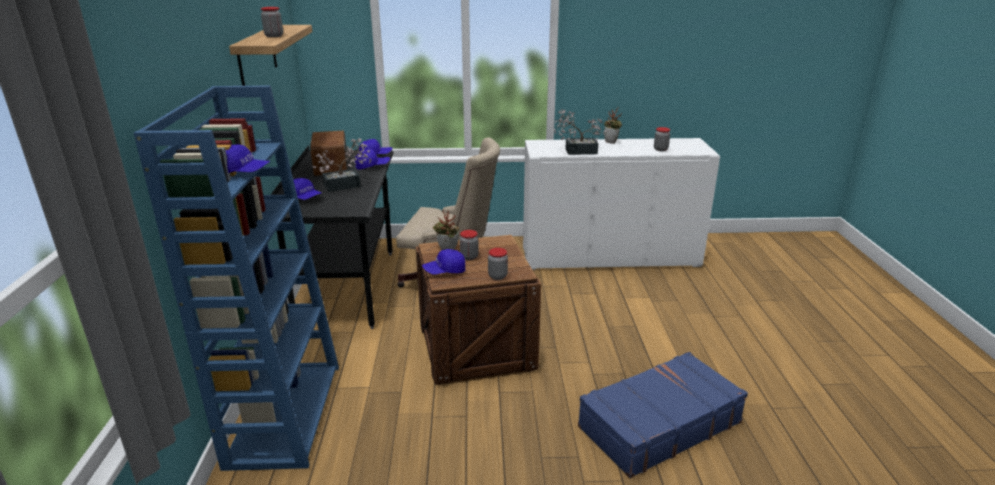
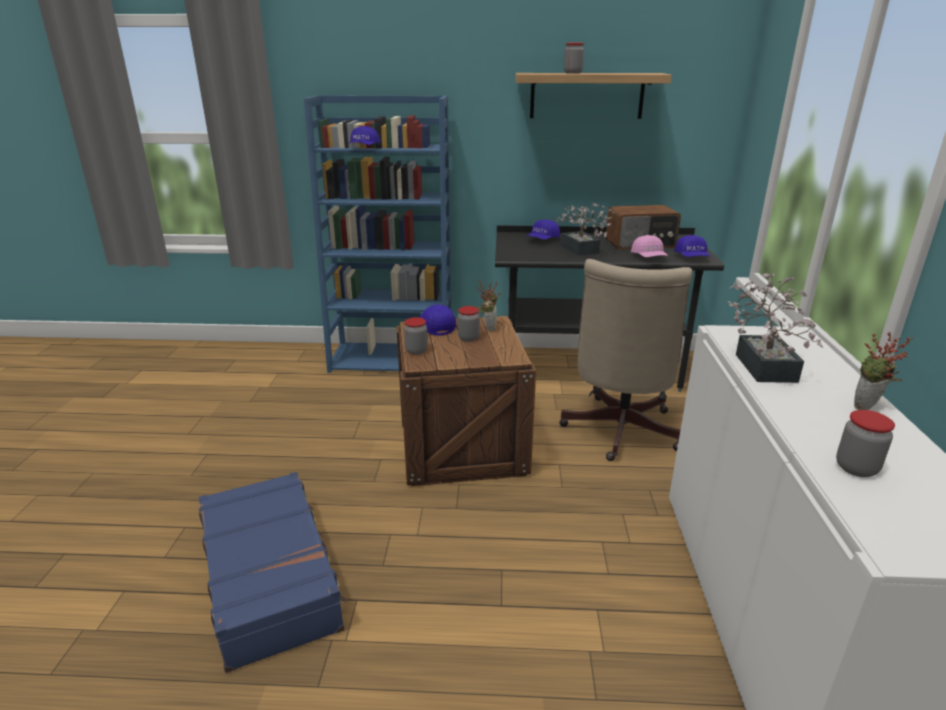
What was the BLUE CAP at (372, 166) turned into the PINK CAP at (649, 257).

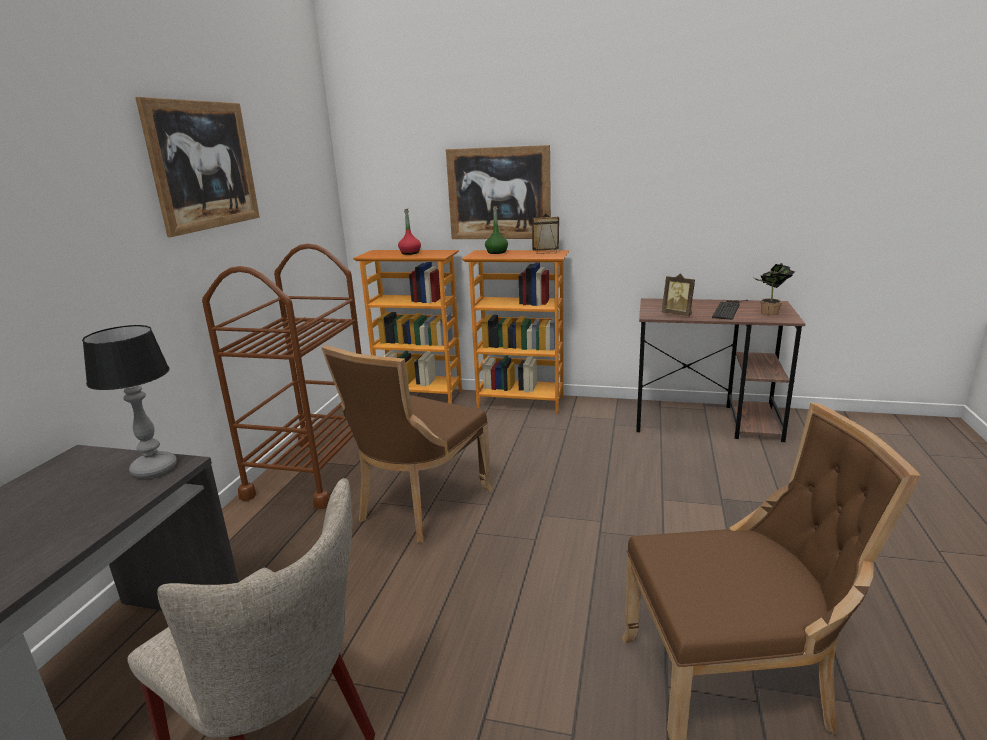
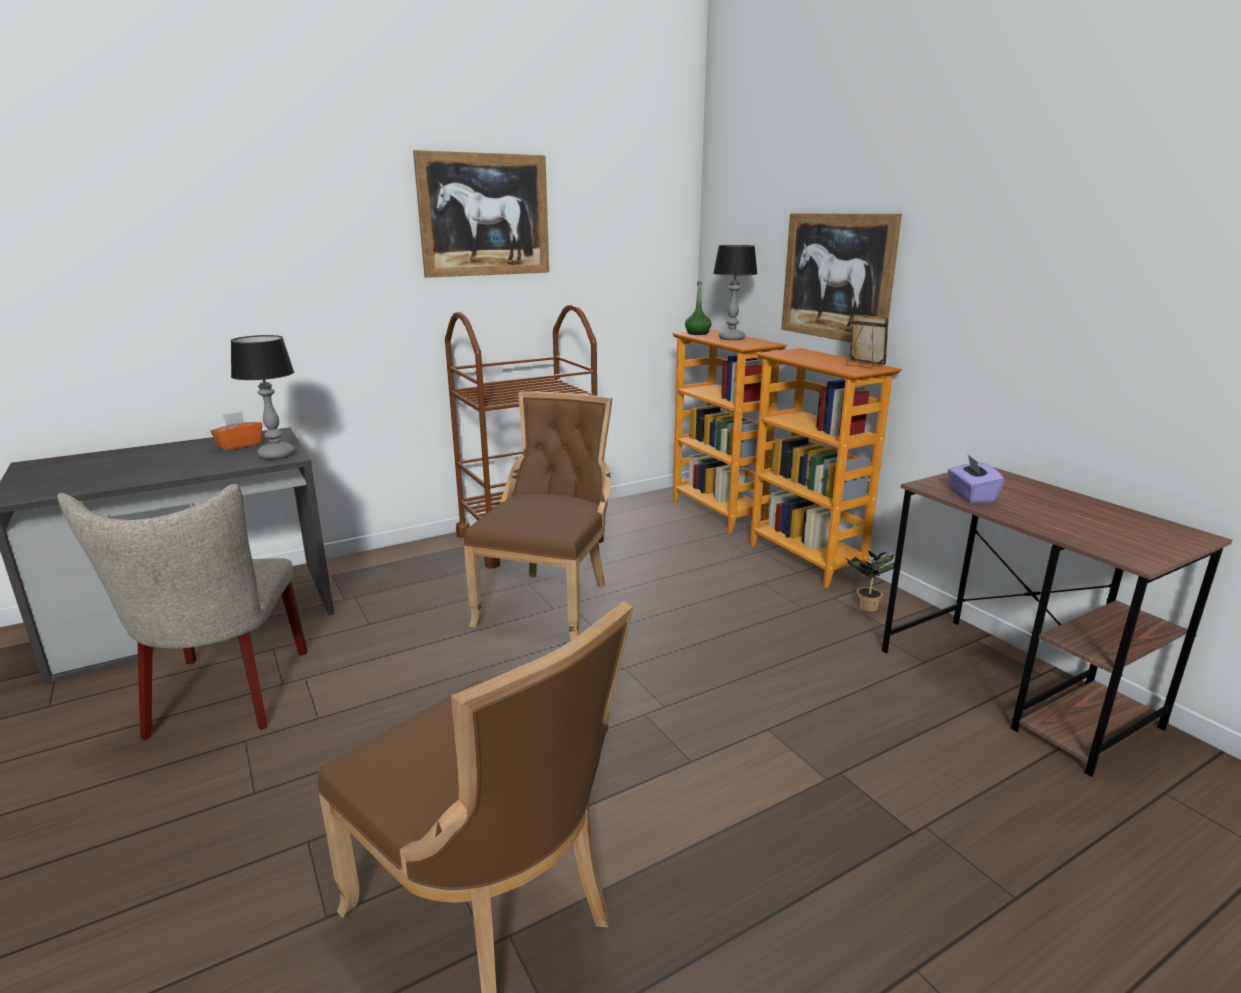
The GREEN DRINK BOTTLE ended up elsewhere, having gone from (496, 252) to (697, 333).
Where the RED DRINK BOTTLE stood at (410, 253), the LAMP FOR A TABLE came to stand at (731, 338).
The PLANT IN A POT ended up elsewhere, having gone from (770, 313) to (865, 607).
Where the PHOTO FRAME stood at (678, 314), the PURPLE TISSUE HOLDER came to stand at (971, 496).
The second view lost the KEYBOARD at (728, 309).
The BROWN PLAIN CHAIR at (419, 506) ended up facing another way, 120 degrees clockwise from before.
The second view gained the ORANGE-COLOURED TISSUE HOLDER at (239, 445).

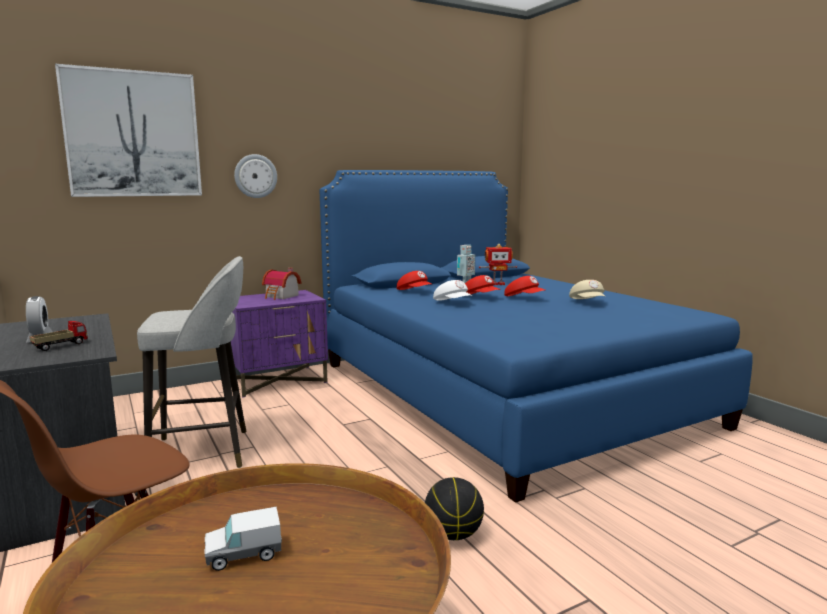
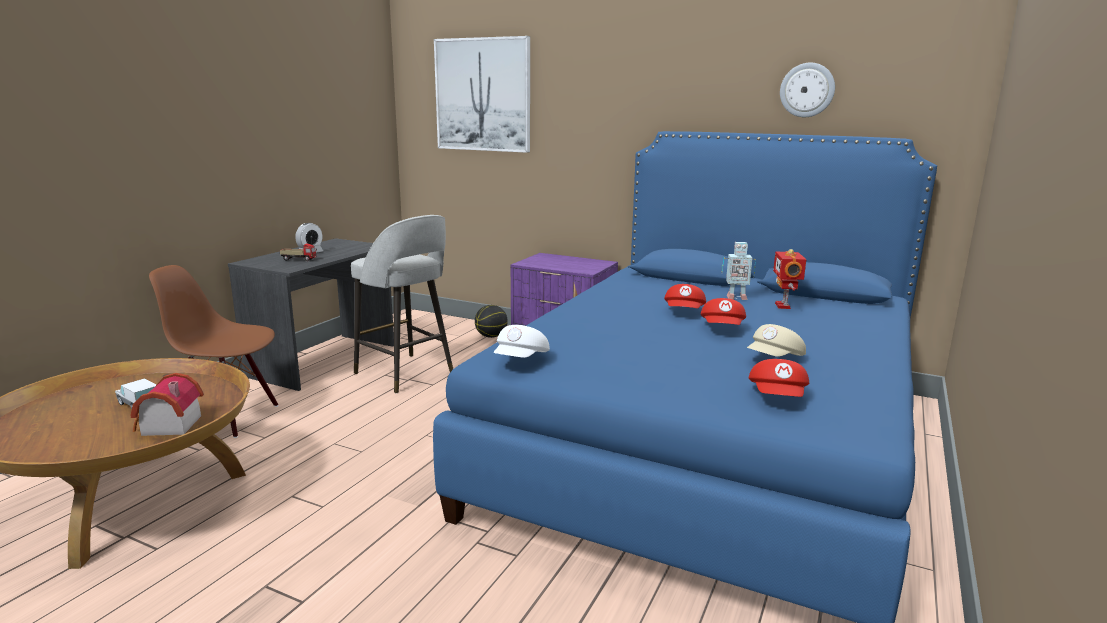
The WALL CLOCK ended up elsewhere, having gone from (255, 176) to (807, 90).
The TOY ROBOT at (497, 284) ended up facing another way, 45 degrees clockwise from before.
The MINIATURE HOUSE ended up elsewhere, having gone from (281, 296) to (167, 426).
The RED CAP ended up elsewhere, having gone from (414, 291) to (778, 397).
The WHITISH CAP ended up elsewhere, having gone from (453, 303) to (521, 360).
The BASKETBALL BALL ended up elsewhere, having gone from (453, 534) to (491, 336).

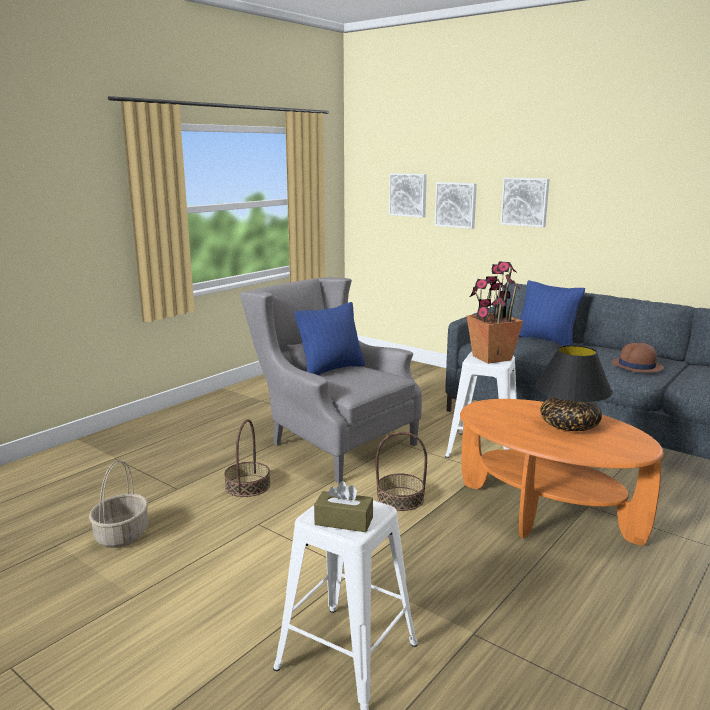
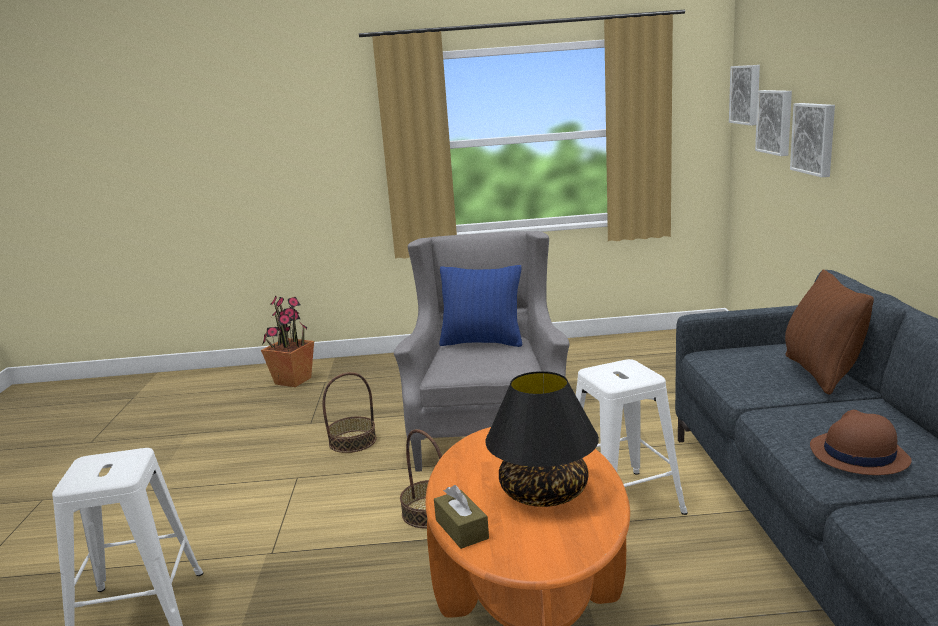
The WALL ART ended up elsewhere, having gone from (525, 202) to (747, 94).
The PLANT IN A POT ended up elsewhere, having gone from (491, 358) to (293, 380).
What was the BLUE PILLOW at (546, 340) turned into the BROWN PILLOW at (820, 373).
The second view lost the STORAGE BASKET at (122, 535).
The BROWN TISSUE HOLDER ended up elsewhere, having gone from (343, 521) to (461, 529).

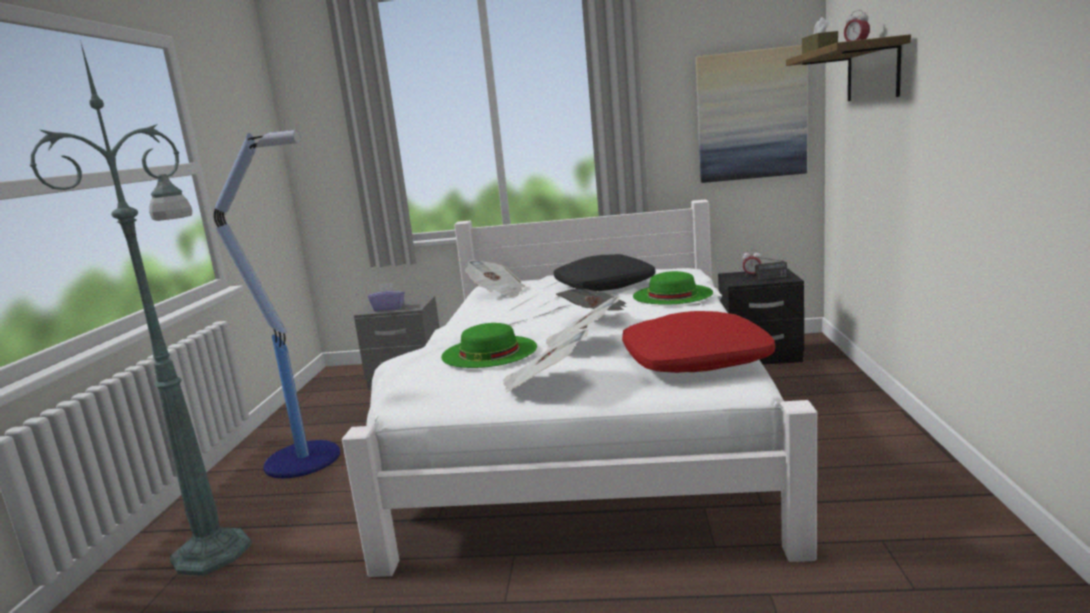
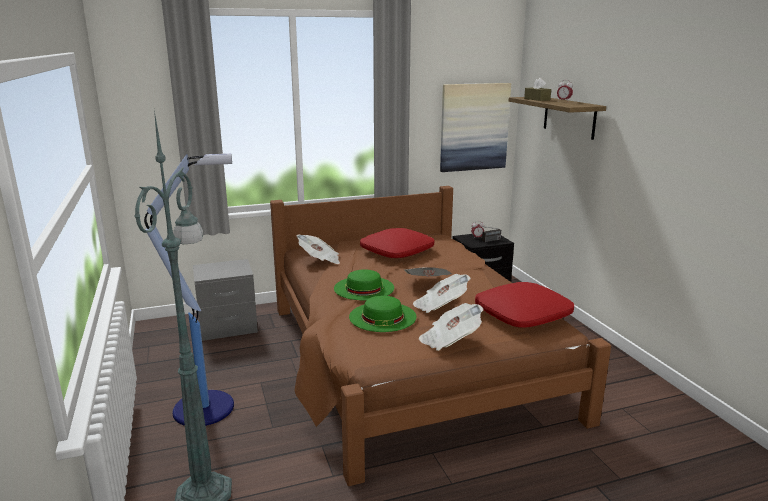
What was the WHITISH SLEEPING BED at (586, 432) turned into the BROWN SLEEPING BED at (409, 360).
What was the BLACK PILLOW at (604, 285) turned into the RED PILLOW at (396, 251).
The GREEN WEARABLE HAT ended up elsewhere, having gone from (672, 294) to (364, 288).
The second view lost the PURPLE TISSUE HOLDER at (388, 308).

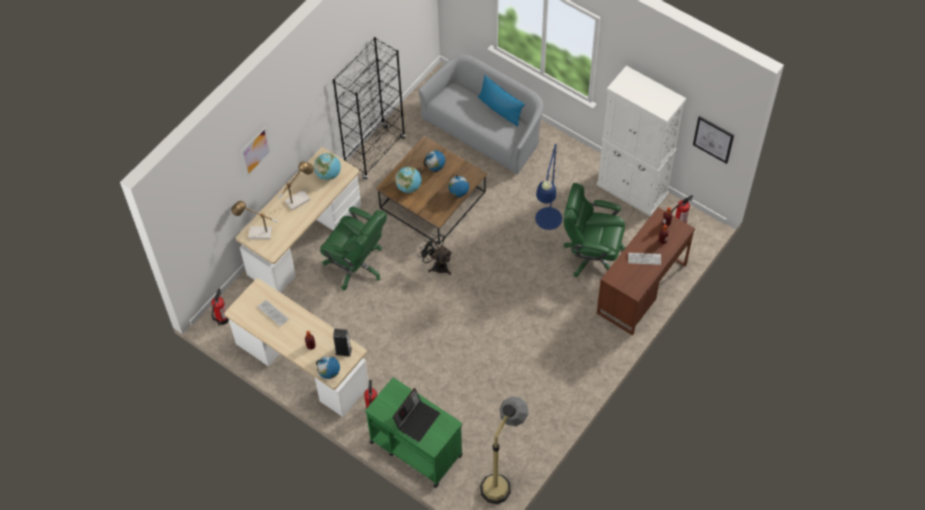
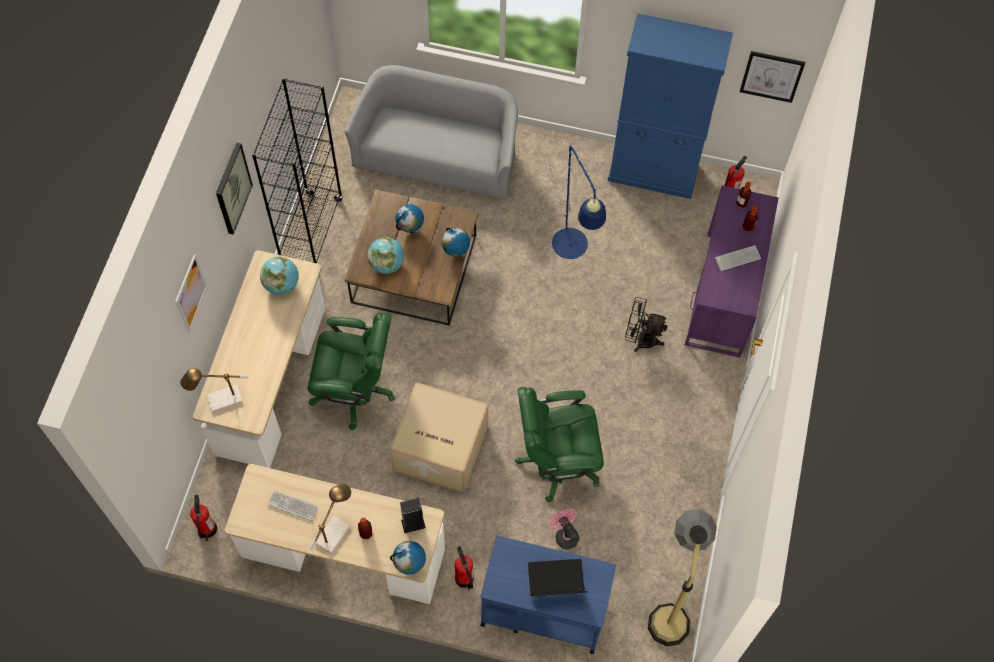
What was the WHITISH STORAGE CABINET at (632, 190) turned into the BLUE STORAGE CABINET at (653, 172).
The second view lost the BLUE PILLOW at (500, 109).
The LAMP FOR A TABLE ended up elsewhere, having gone from (300, 198) to (335, 530).
The GREEN OFFICE CHAIR ended up elsewhere, having gone from (591, 255) to (557, 461).
What was the BROWN DESK at (641, 289) turned into the PURPLE DESK at (723, 294).
The BLACK FAN ended up elsewhere, having gone from (437, 265) to (641, 339).
What was the GREEN CART at (415, 448) turned into the BLUE CART at (542, 610).
The NOTEBOOK COMPUTER at (417, 419) ended up facing another way, 105 degrees counterclockwise from before.
The second view gained the WALL ART at (232, 188).
The second view gained the CARTON at (439, 449).
The second view gained the PINK FAN at (564, 534).

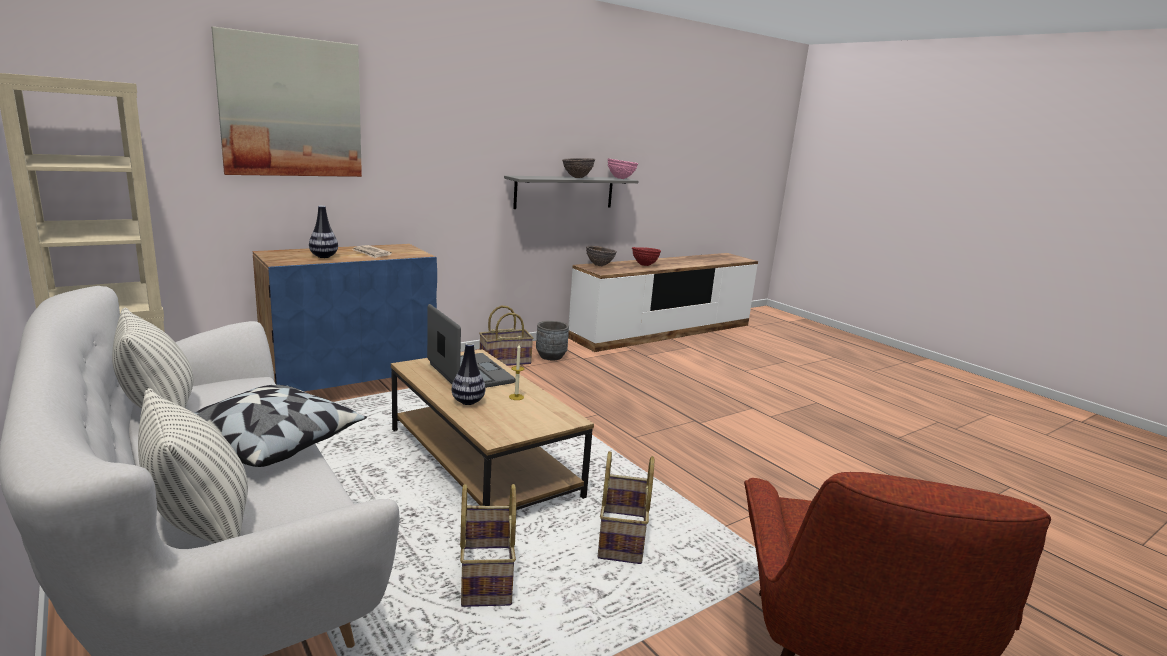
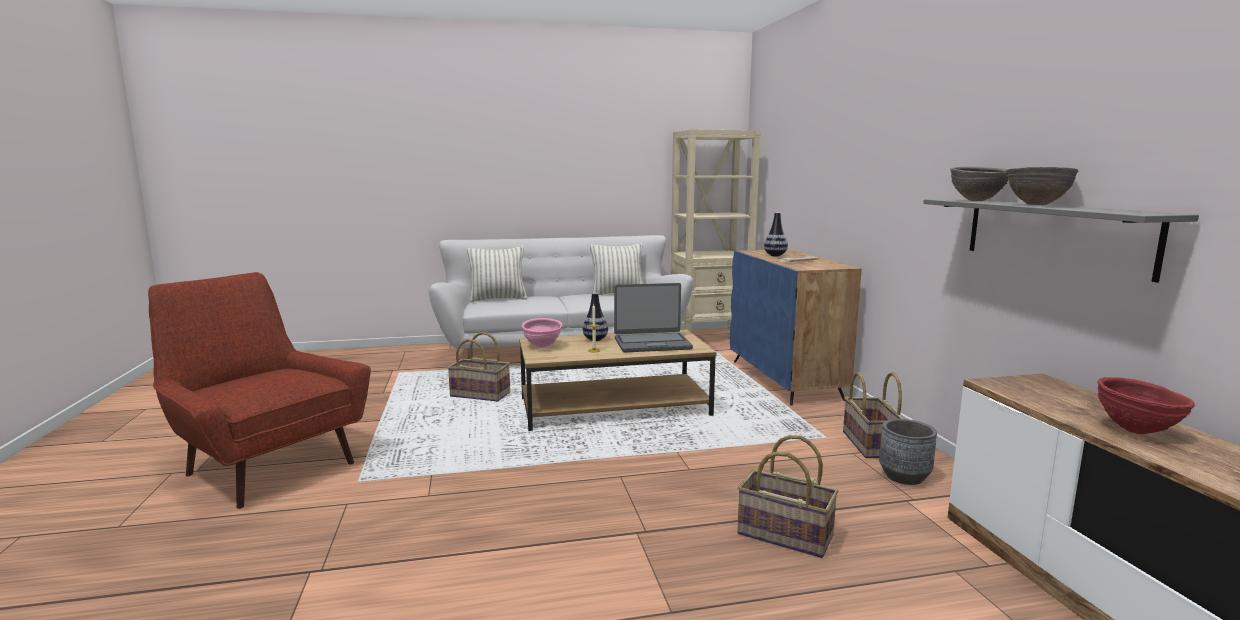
The second view lost the WALL ART at (291, 107).
The PINK SERVING BOWL ended up elsewhere, having gone from (621, 178) to (542, 346).
The BROWN SERVING BOWL ended up elsewhere, having gone from (599, 265) to (976, 201).
The second view lost the PILLOW at (274, 443).
The STORAGE BASKET ended up elsewhere, having gone from (623, 538) to (784, 535).

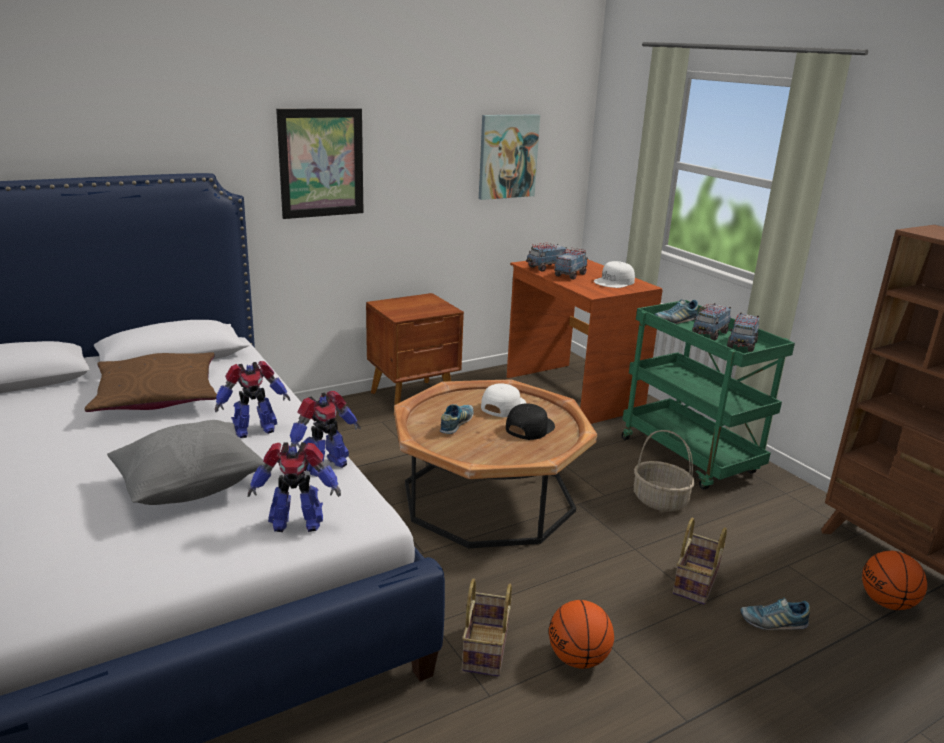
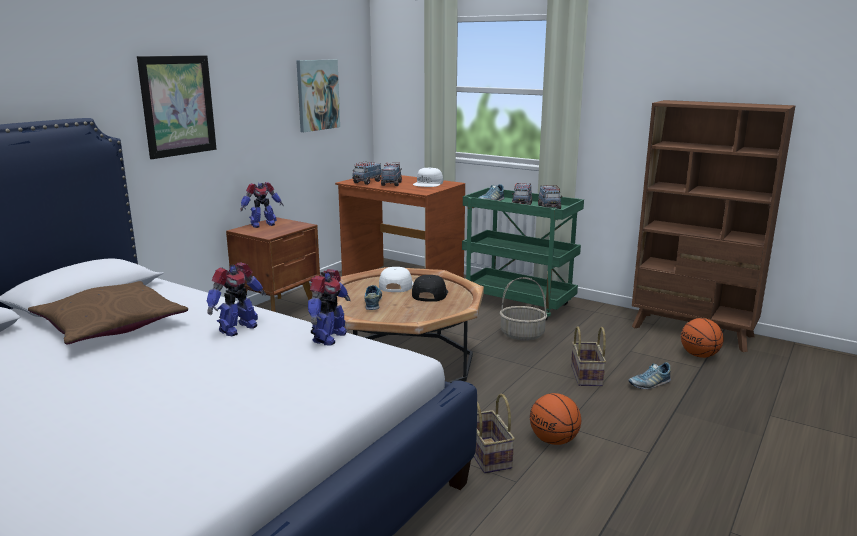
The second view lost the GREYISH PILLOW at (191, 488).
The TOY ROBOT ended up elsewhere, having gone from (296, 522) to (262, 225).

